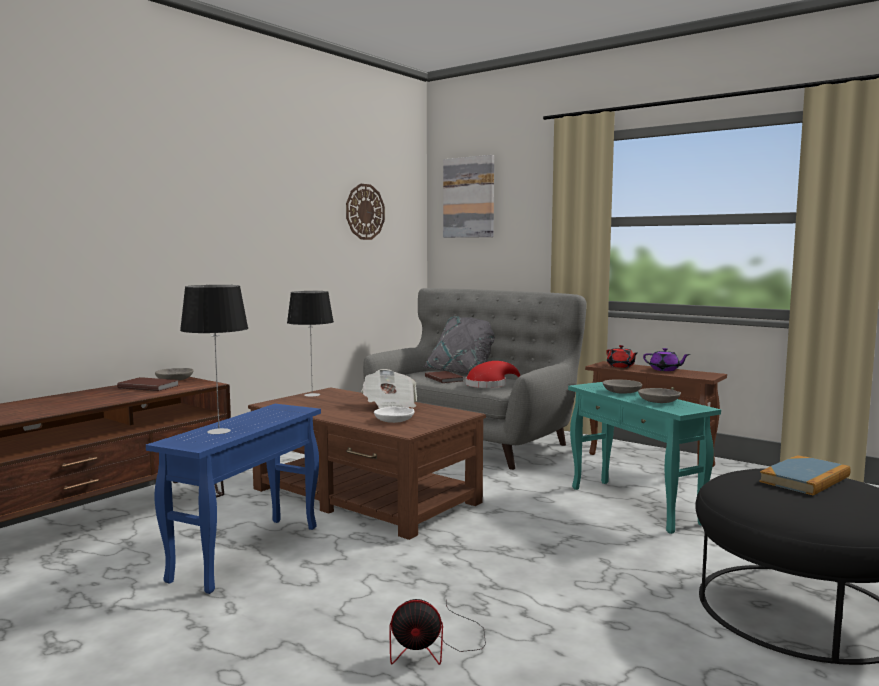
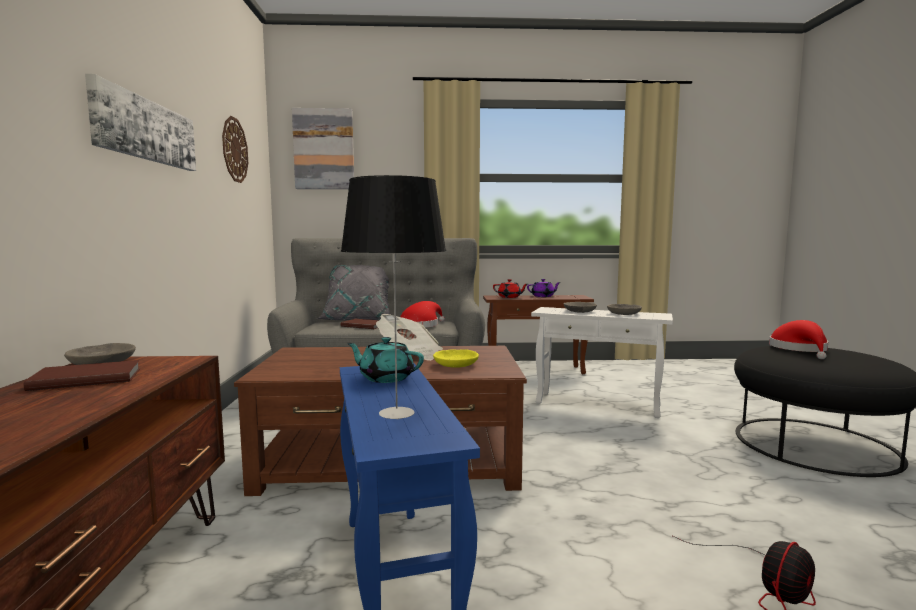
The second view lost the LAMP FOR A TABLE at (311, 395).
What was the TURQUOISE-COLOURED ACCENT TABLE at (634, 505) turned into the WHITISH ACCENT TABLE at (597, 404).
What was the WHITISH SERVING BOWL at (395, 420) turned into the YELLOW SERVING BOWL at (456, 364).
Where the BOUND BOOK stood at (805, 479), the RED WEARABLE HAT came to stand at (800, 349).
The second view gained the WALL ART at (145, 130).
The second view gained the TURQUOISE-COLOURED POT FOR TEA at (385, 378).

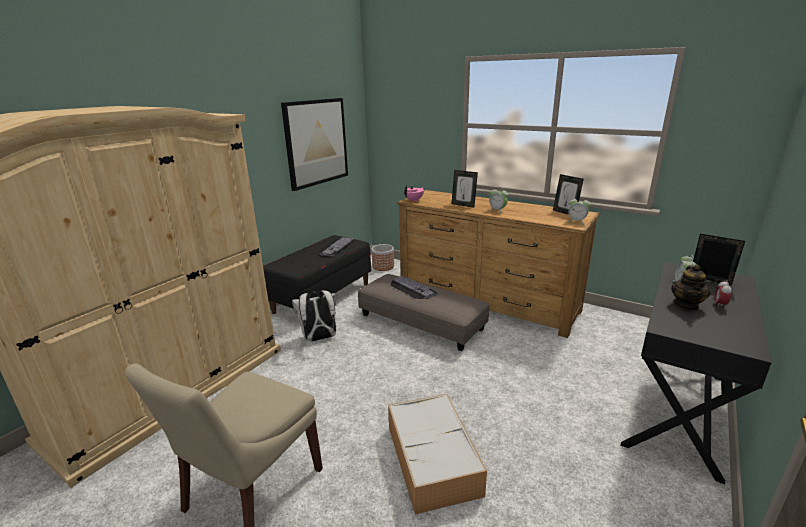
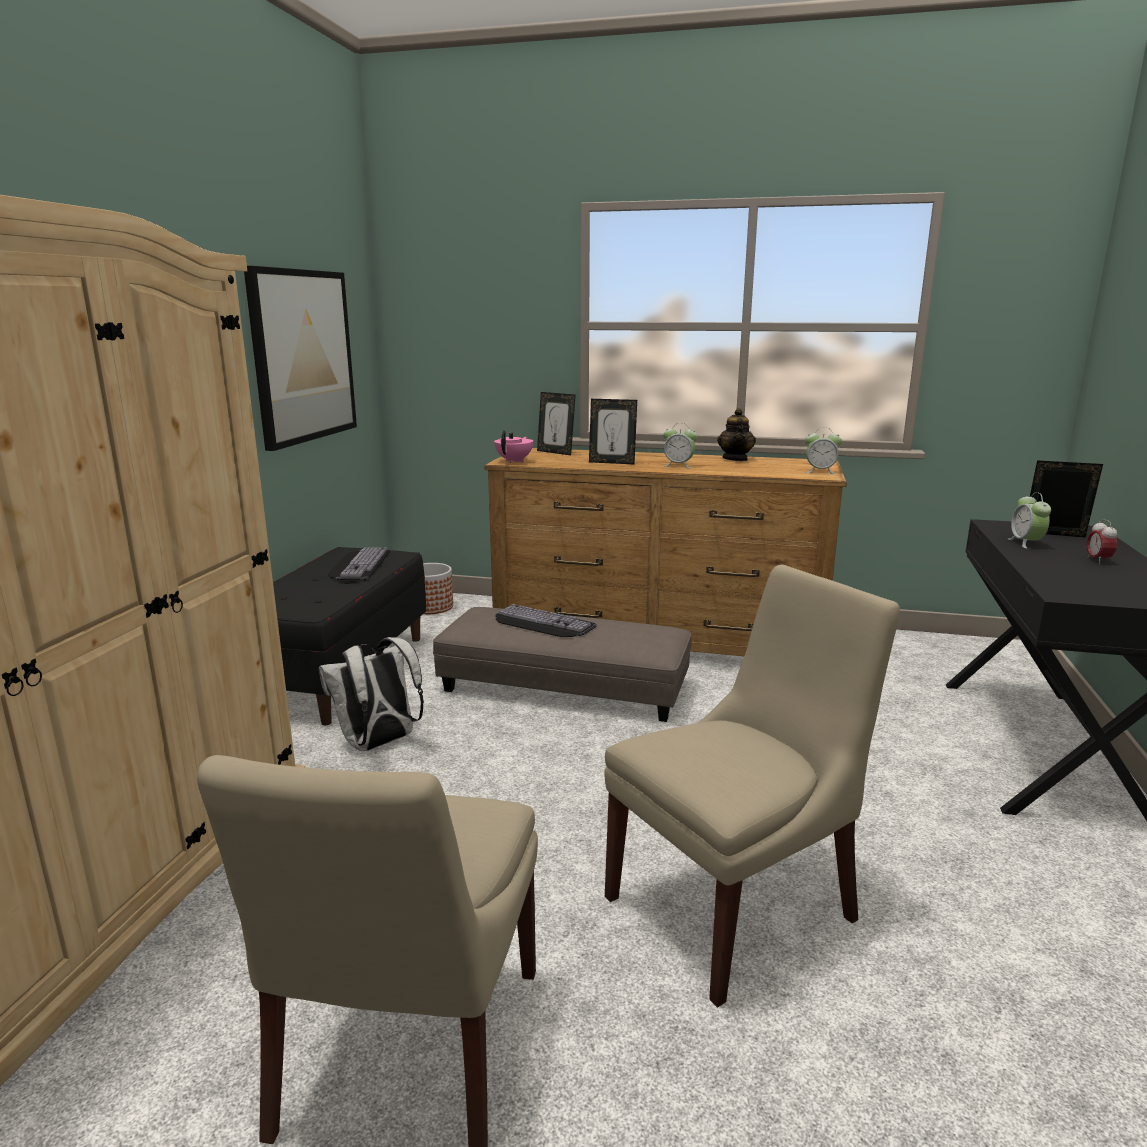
The PHOTO FRAME ended up elsewhere, having gone from (565, 213) to (556, 452).
The POT FOR TEA ended up elsewhere, having gone from (686, 305) to (735, 459).
Where the STORAGE BOX stood at (433, 460), the BEIGE-COLOURED PLAIN CHAIR came to stand at (736, 905).

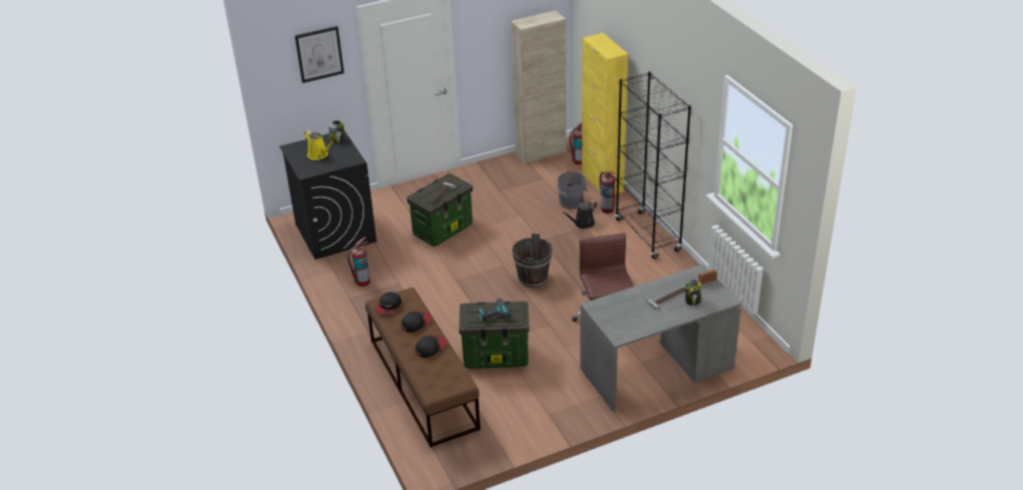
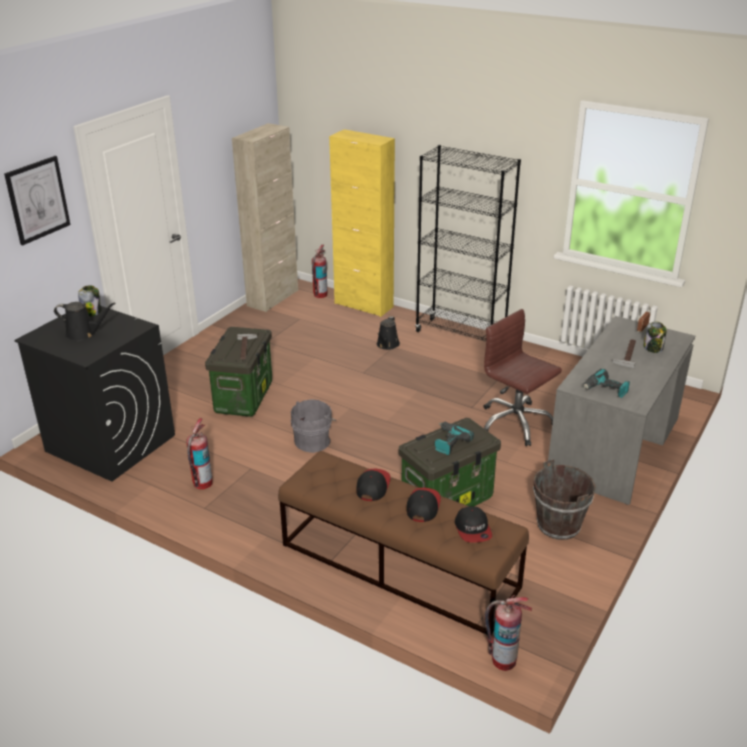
What was the YELLOW SPRINKLING CAN at (319, 155) turned into the BLACK SPRINKLING CAN at (84, 334).
The GREYISH WATER BUCKET ended up elsewhere, having gone from (573, 201) to (314, 441).
The FIRE EXTINGUISHER ended up elsewhere, having gone from (607, 209) to (503, 660).
The BROWN WATER BUCKET ended up elsewhere, having gone from (532, 278) to (558, 526).
The CAP ended up elsewhere, having gone from (388, 306) to (473, 529).
The second view gained the DRILL at (605, 390).

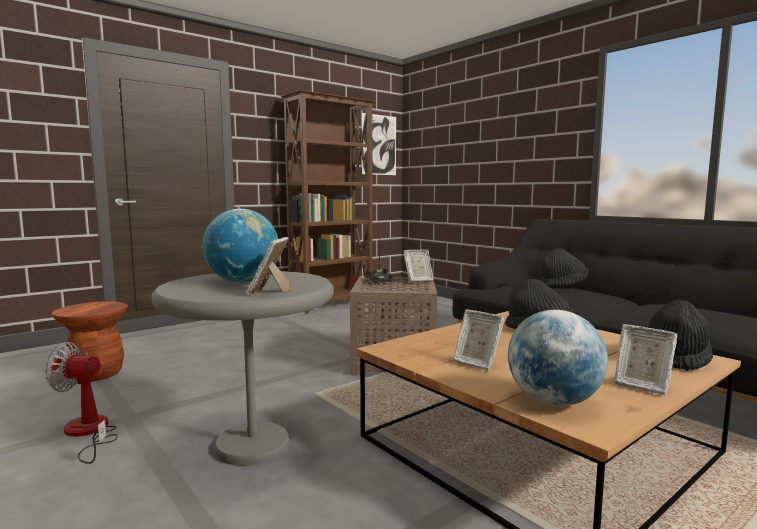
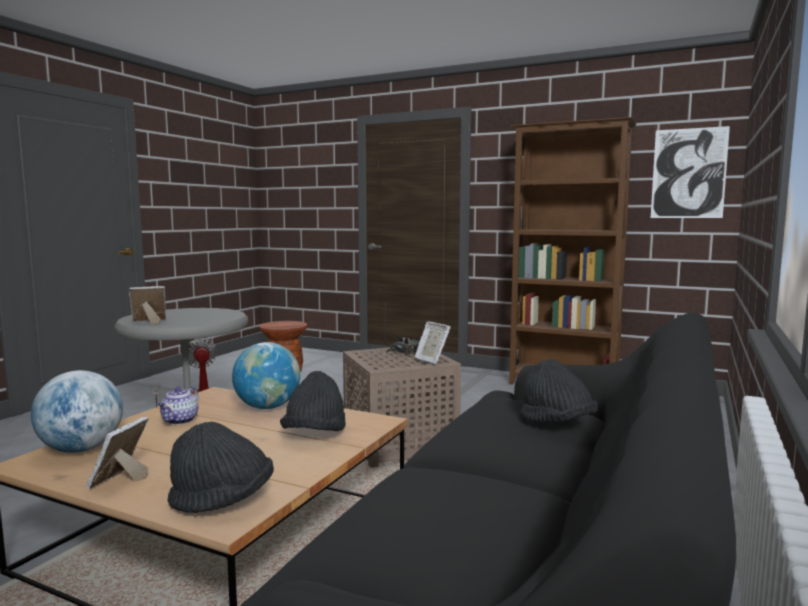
The WORLD GLOBE ended up elsewhere, having gone from (242, 281) to (267, 407).
Where the PHOTO FRAME stood at (476, 363), the POT FOR TEA came to stand at (180, 421).

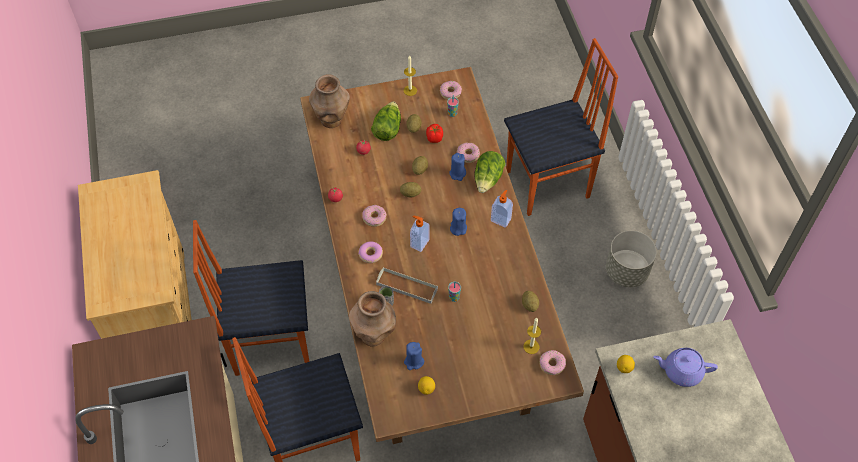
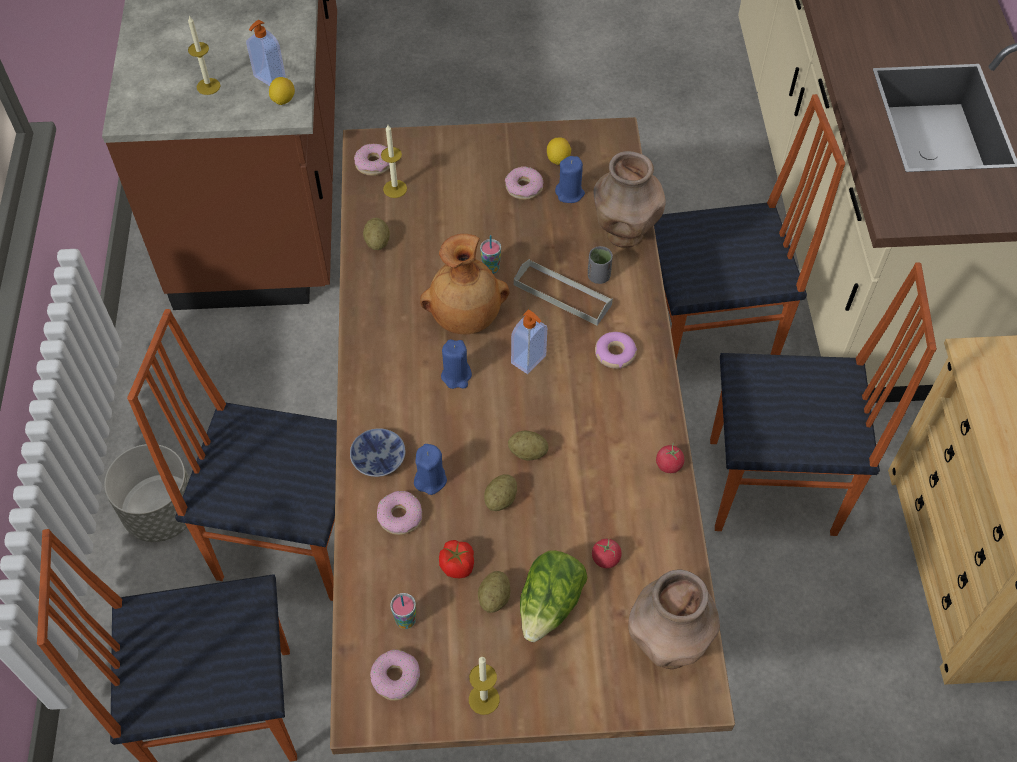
Where the HEAD OF LETTUCE stood at (488, 179), the SERVING BOWL came to stand at (376, 459).
The SOAP DISPENSER ended up elsewhere, having gone from (501, 219) to (269, 77).
The DOUGHNUT ended up elsewhere, having gone from (374, 218) to (524, 187).
Where the PURPLE POT FOR TEA stood at (681, 371), the WAX CANDLE came to stand at (208, 86).
The second view gained the BROWN DECORATIVE VASE at (466, 318).
The second view gained the PLAIN CHAIR at (290, 539).

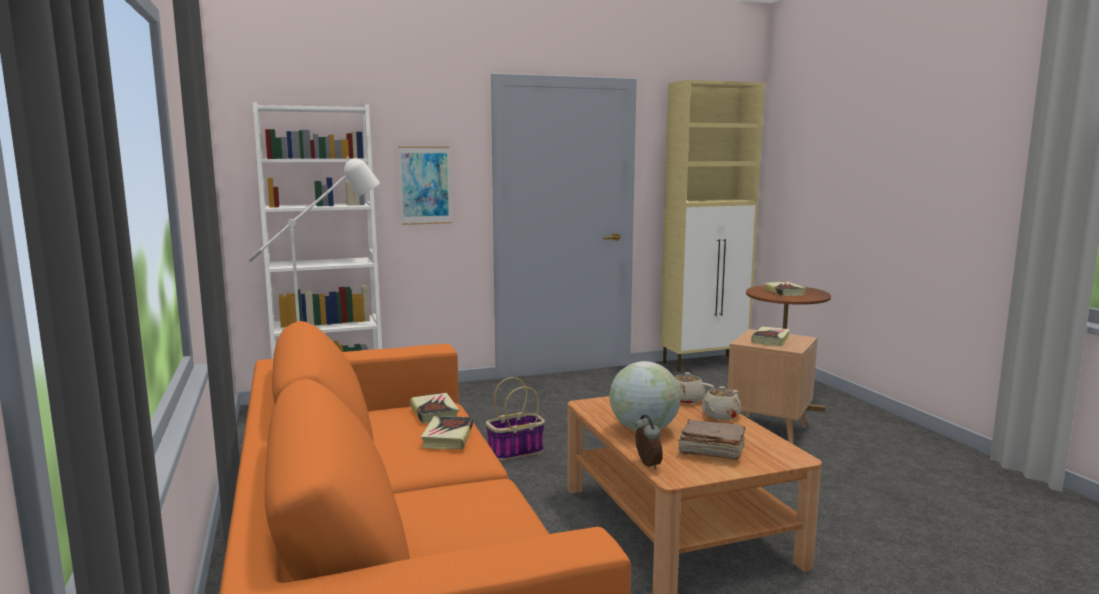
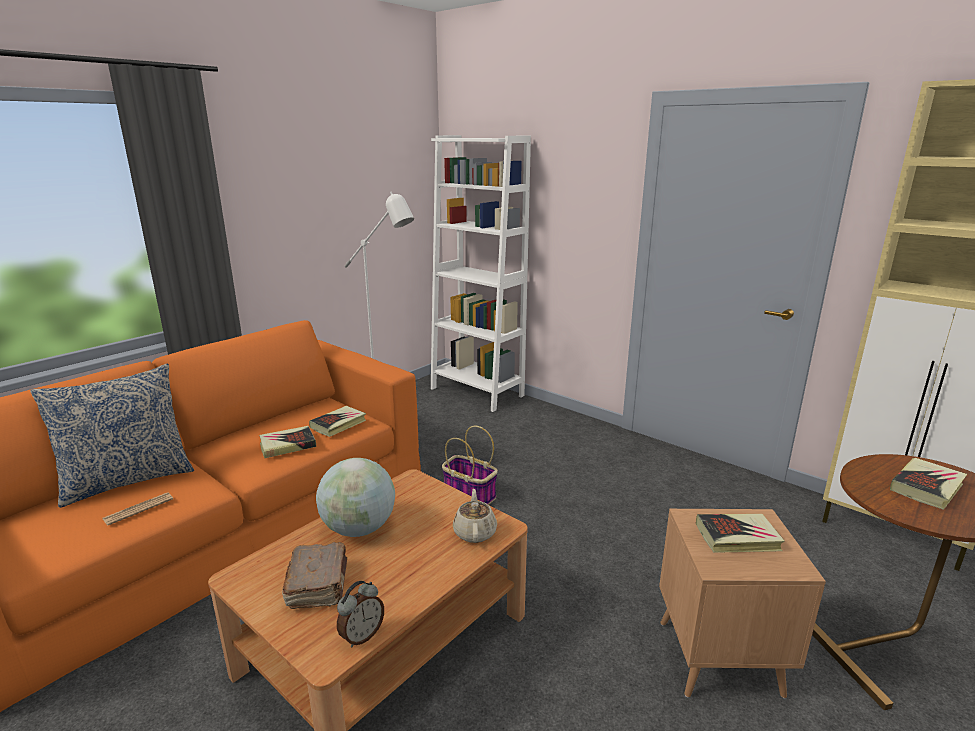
The second view lost the WALL ART at (425, 185).
The second view lost the BEIGE-COLOURED POT FOR TEA at (720, 416).
The BEDSIDE CLOCK ended up elsewhere, having gone from (646, 465) to (361, 635).
The second view gained the PILLOW at (128, 480).
The second view gained the PRINTED PAPER at (138, 509).

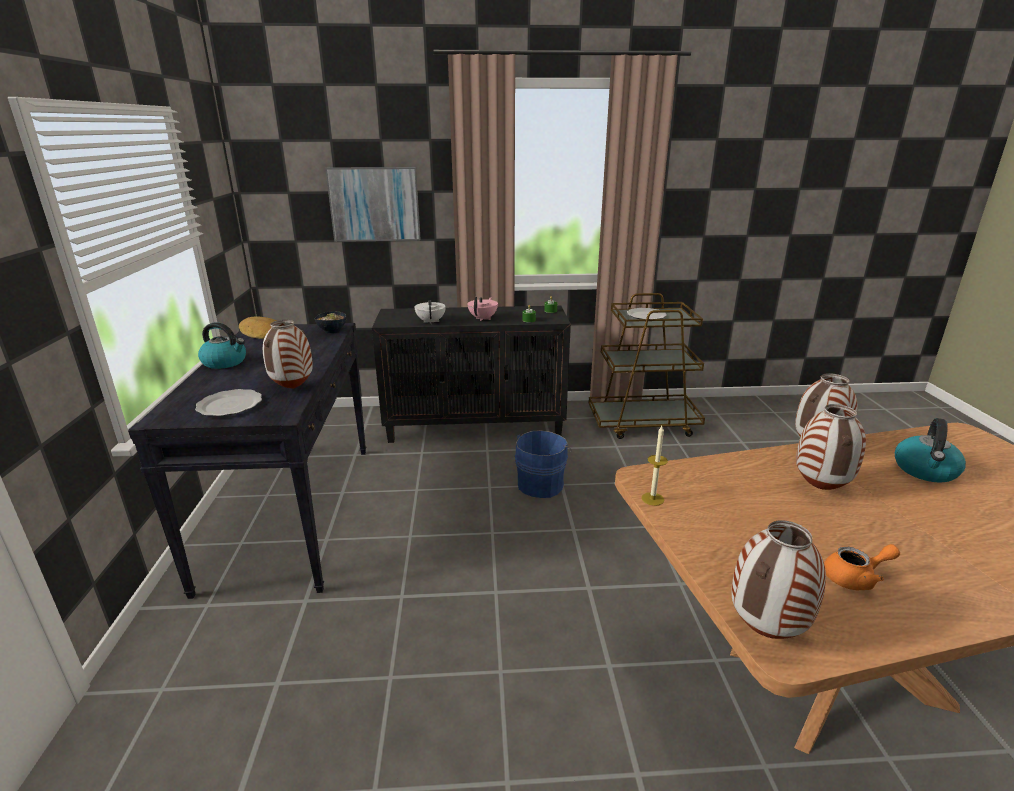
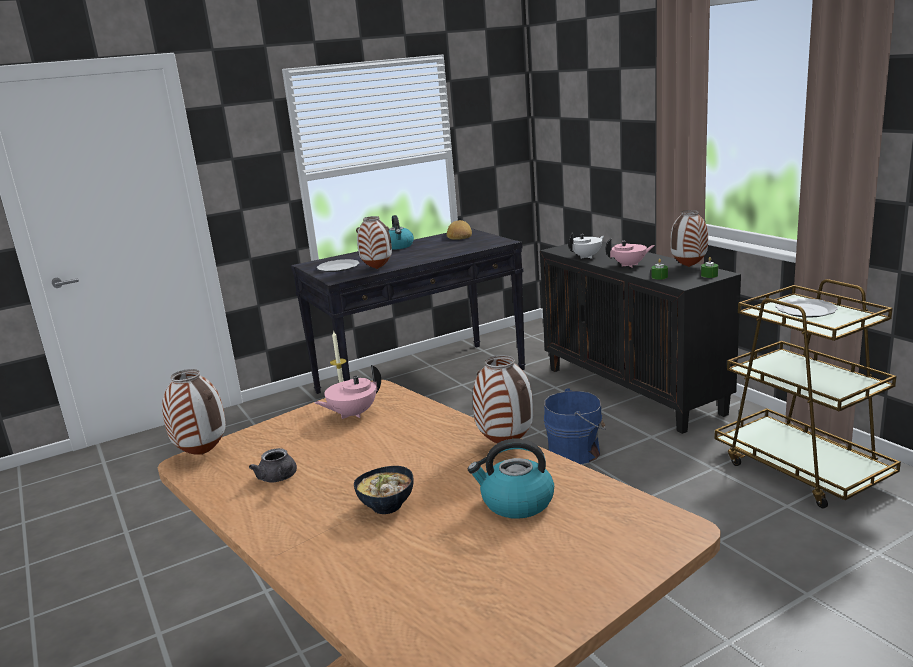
The second view lost the WALL ART at (374, 204).
The SERVING BOWL ended up elsewhere, having gone from (333, 330) to (388, 506).
The DECORATIVE VASE ended up elsewhere, having gone from (821, 489) to (688, 267).
What was the ORANGE-COLOURED POT FOR TEA at (855, 578) turned into the GREYISH POT FOR TEA at (279, 478).
The second view gained the PINK POT FOR TEA at (352, 414).

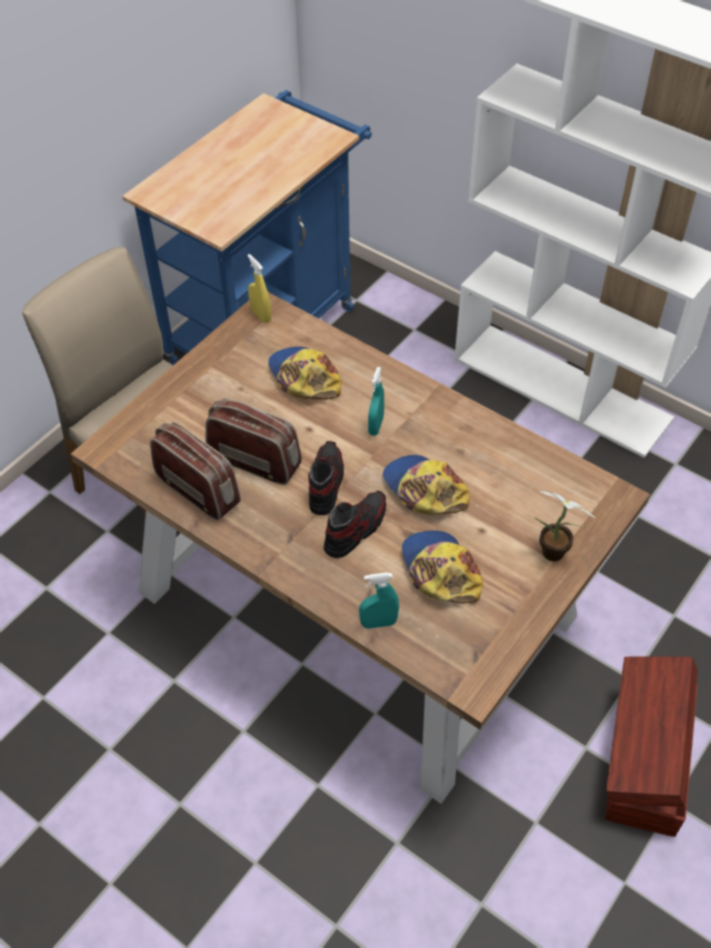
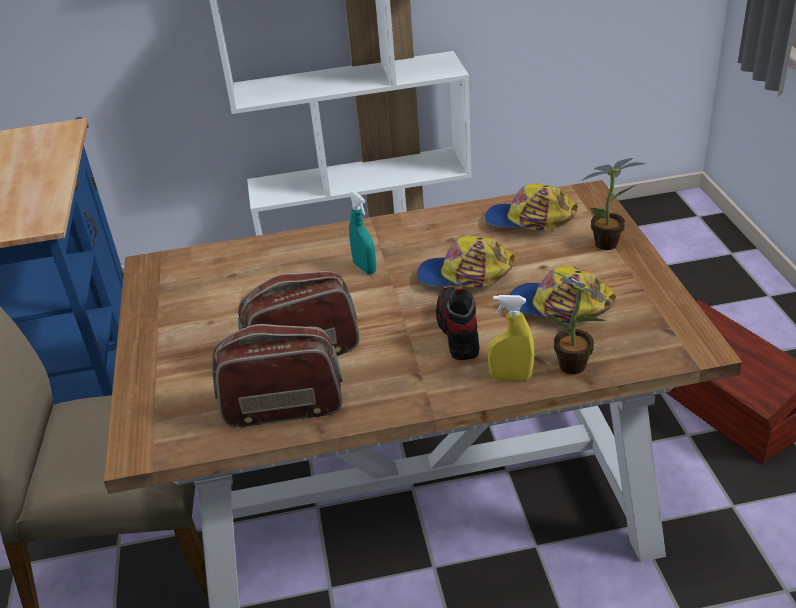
The YELLOW HAND SPRAYER ended up elsewhere, having gone from (261, 315) to (510, 377).
The CAP ended up elsewhere, having gone from (304, 377) to (529, 220).
The second view lost the LOW SHOE at (325, 484).
Where the TURQUOISE-COLOURED HAND SPRAYER stood at (378, 623), the PLANT IN A POT came to stand at (575, 368).

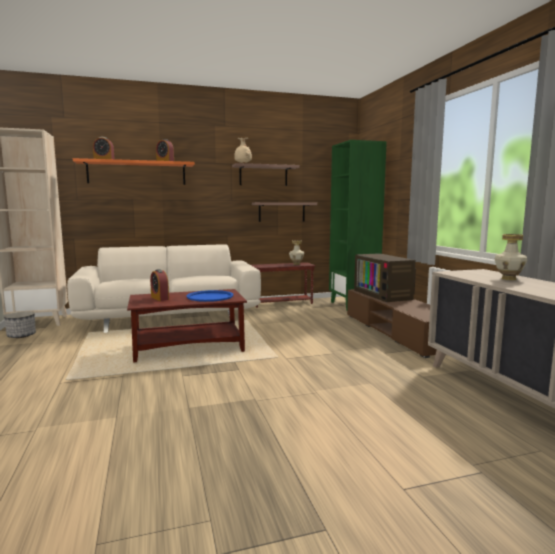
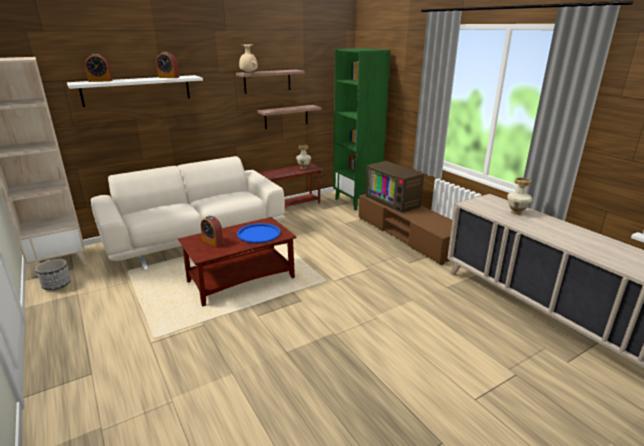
What was the ORANGE-COLOURED SHELF at (137, 173) turned into the WHITISH SHELF at (137, 90).

